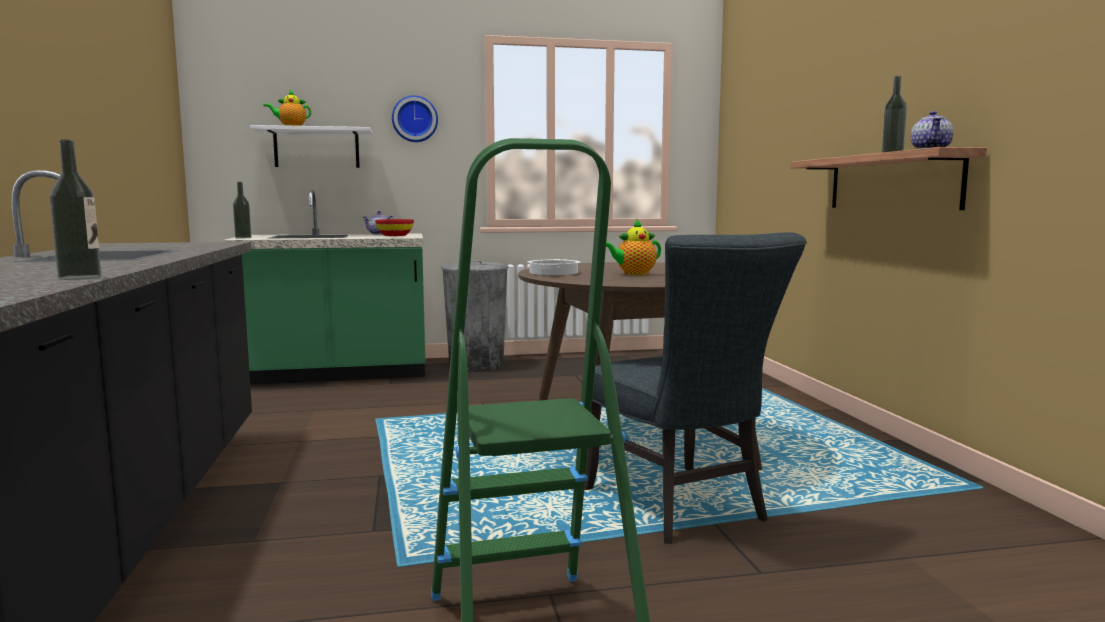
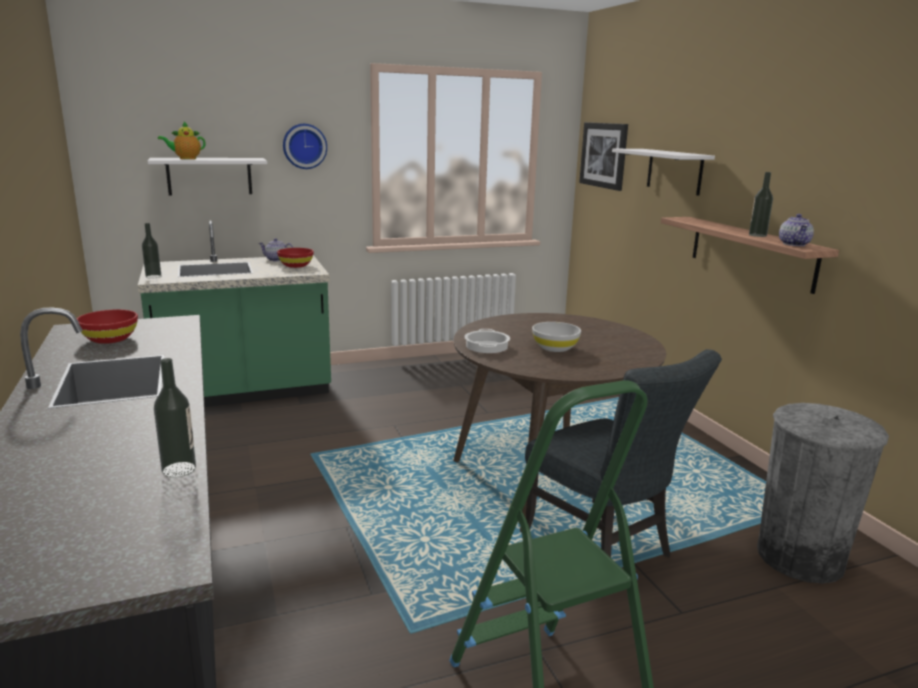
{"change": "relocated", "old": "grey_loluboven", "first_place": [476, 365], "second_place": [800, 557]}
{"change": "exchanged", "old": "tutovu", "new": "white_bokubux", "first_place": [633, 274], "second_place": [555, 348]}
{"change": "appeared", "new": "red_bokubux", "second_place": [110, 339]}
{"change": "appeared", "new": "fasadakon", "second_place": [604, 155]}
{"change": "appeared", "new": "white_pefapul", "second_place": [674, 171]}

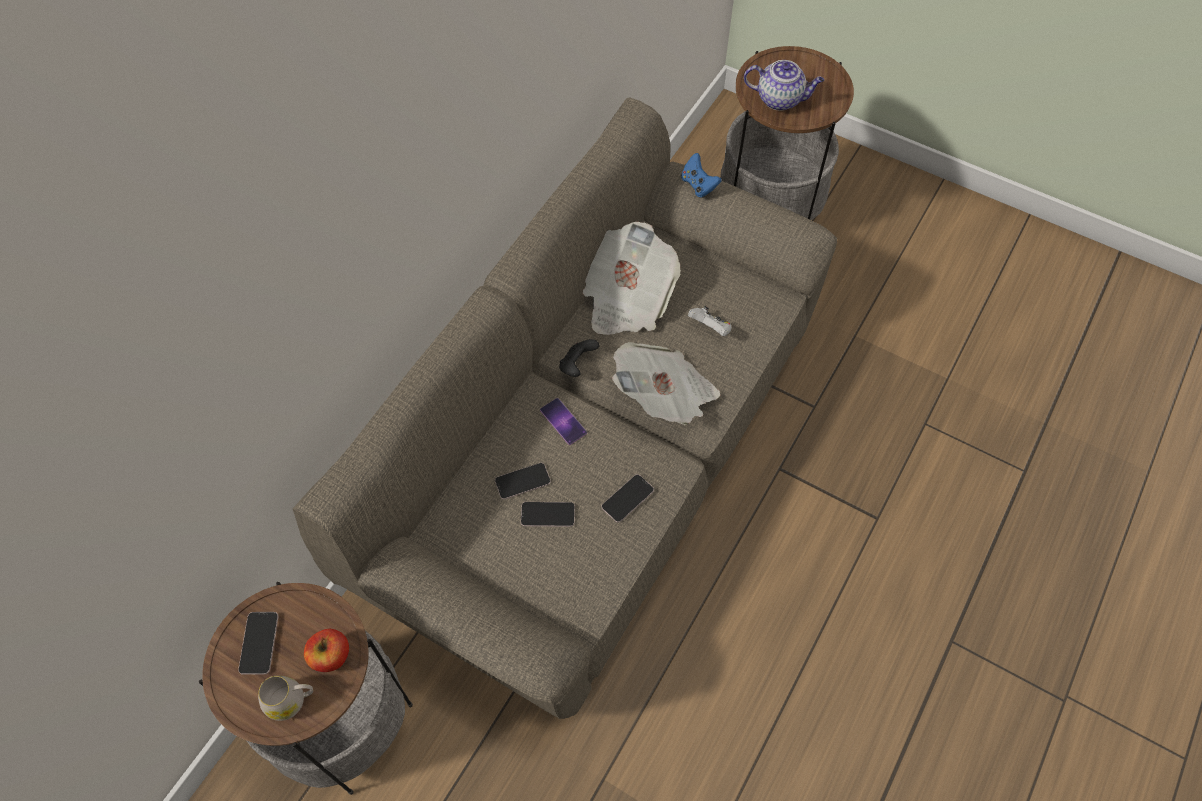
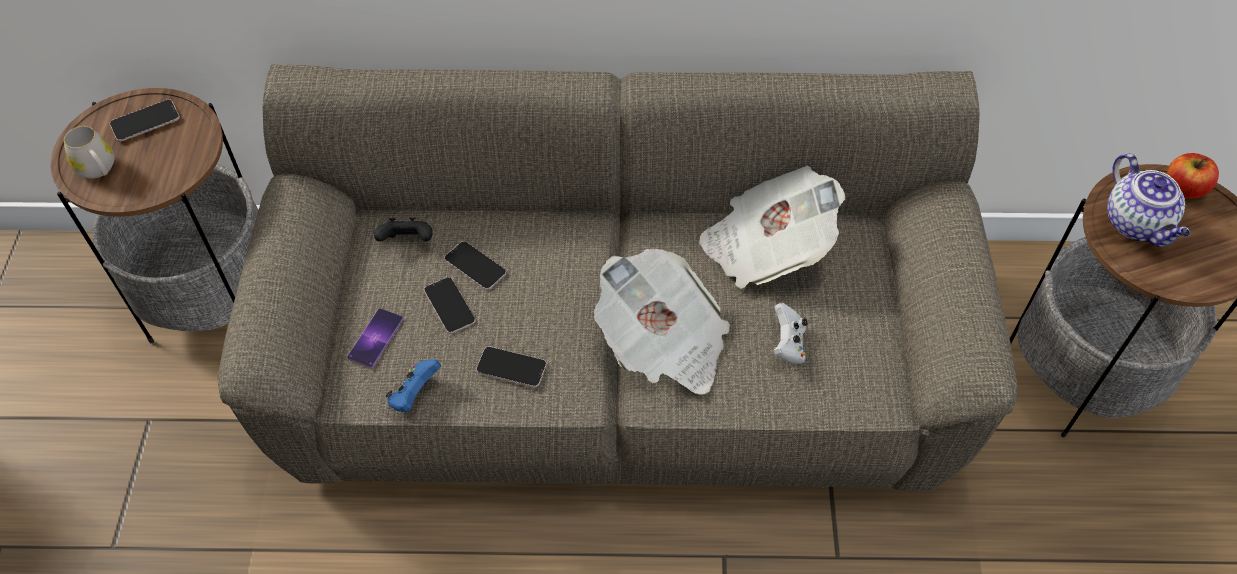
{"change": "relocated", "old": "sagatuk", "first_place": [331, 656], "second_place": [1183, 189]}
{"change": "relocated", "old": "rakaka", "first_place": [563, 421], "second_place": [375, 338]}
{"change": "relocated", "old": "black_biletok", "first_place": [577, 365], "second_place": [408, 242]}
{"change": "relocated", "old": "blue_biletok", "first_place": [698, 185], "second_place": [414, 395]}

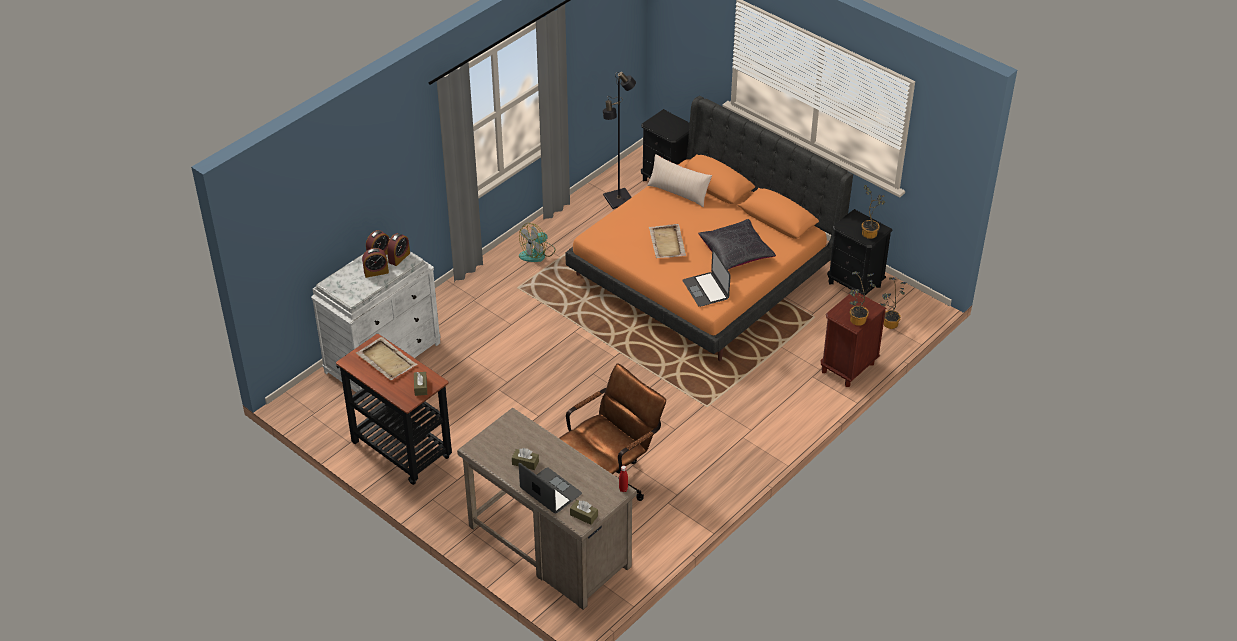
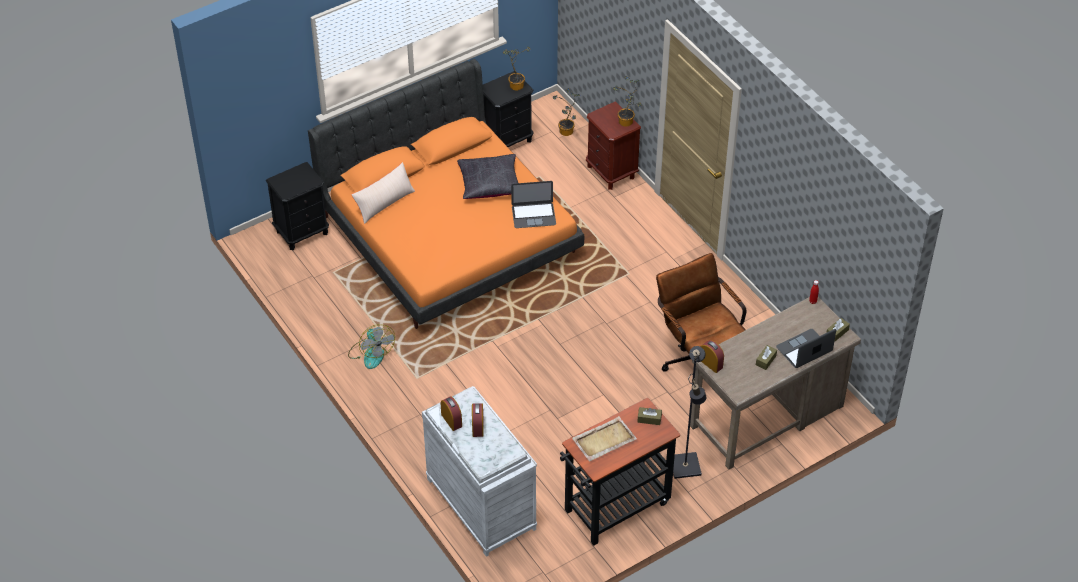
{"change": "relocated", "old": "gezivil", "first_place": [399, 257], "second_place": [710, 363]}
{"change": "relocated", "old": "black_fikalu", "first_place": [618, 199], "second_place": [685, 466]}
{"change": "missing", "old": "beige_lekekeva", "first_place": [667, 243]}

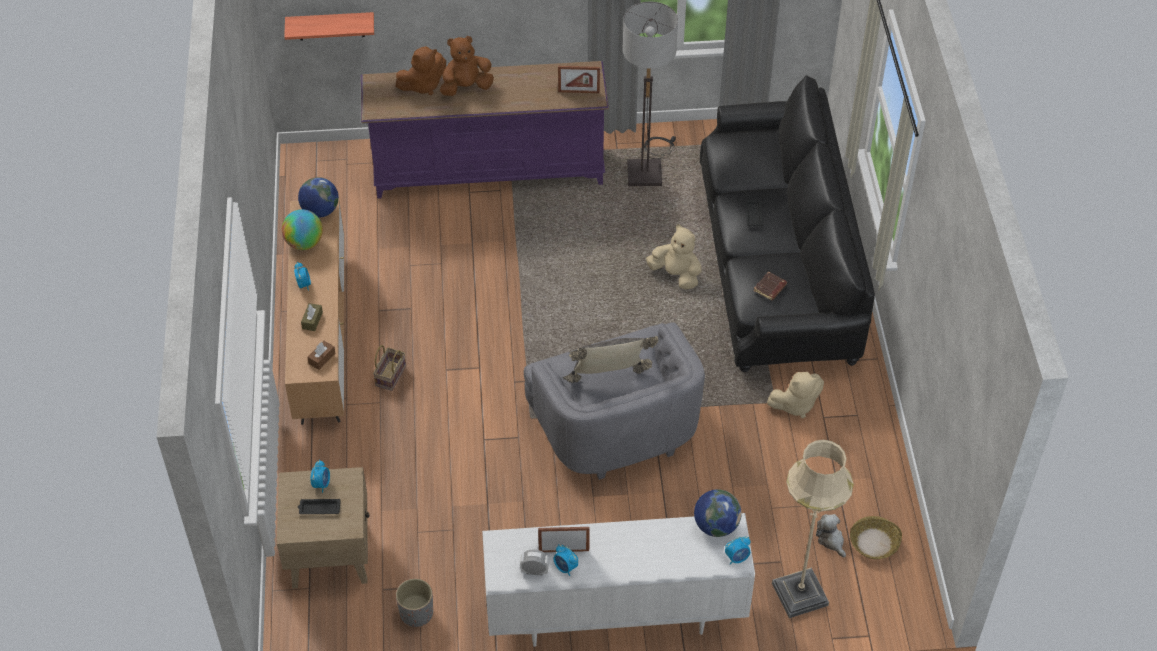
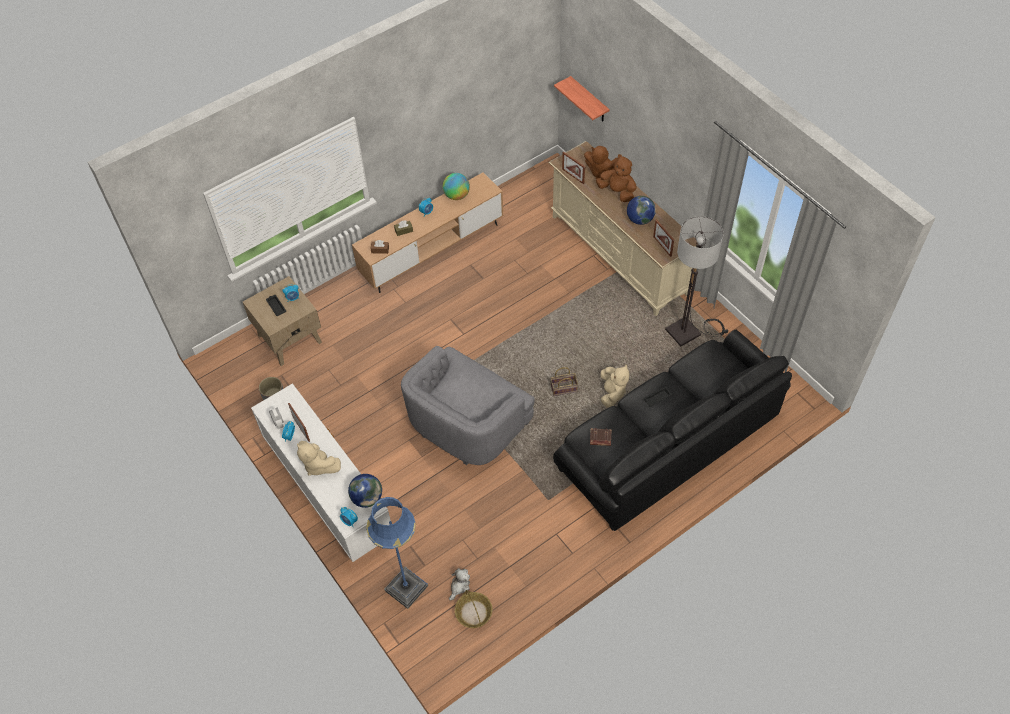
{"change": "relocated", "old": "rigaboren", "first_place": [320, 211], "second_place": [640, 219]}
{"change": "colour", "old": "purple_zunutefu", "new": "beige_zunutefu", "first_place": [489, 171], "second_place": [617, 255]}
{"change": "relocated", "old": "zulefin", "first_place": [390, 374], "second_place": [564, 388]}
{"change": "missing", "old": "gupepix", "first_place": [610, 387]}
{"change": "relocated", "old": "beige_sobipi", "first_place": [795, 404], "second_place": [318, 465]}
{"change": "colour", "old": "beige_fikalu", "new": "blue_fikalu", "first_place": [800, 594], "second_place": [406, 588]}
{"change": "appeared", "new": "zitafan", "second_place": [573, 176]}

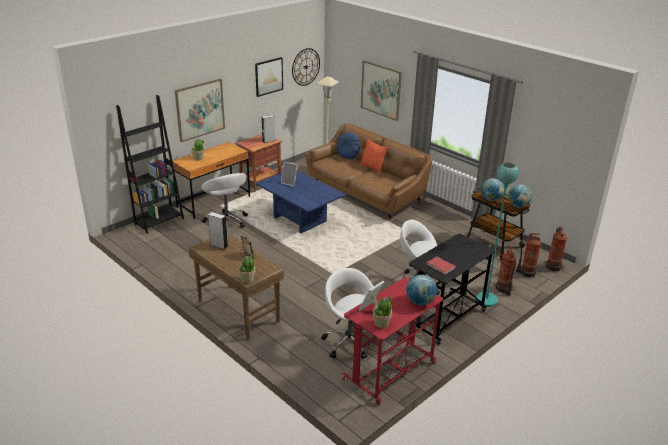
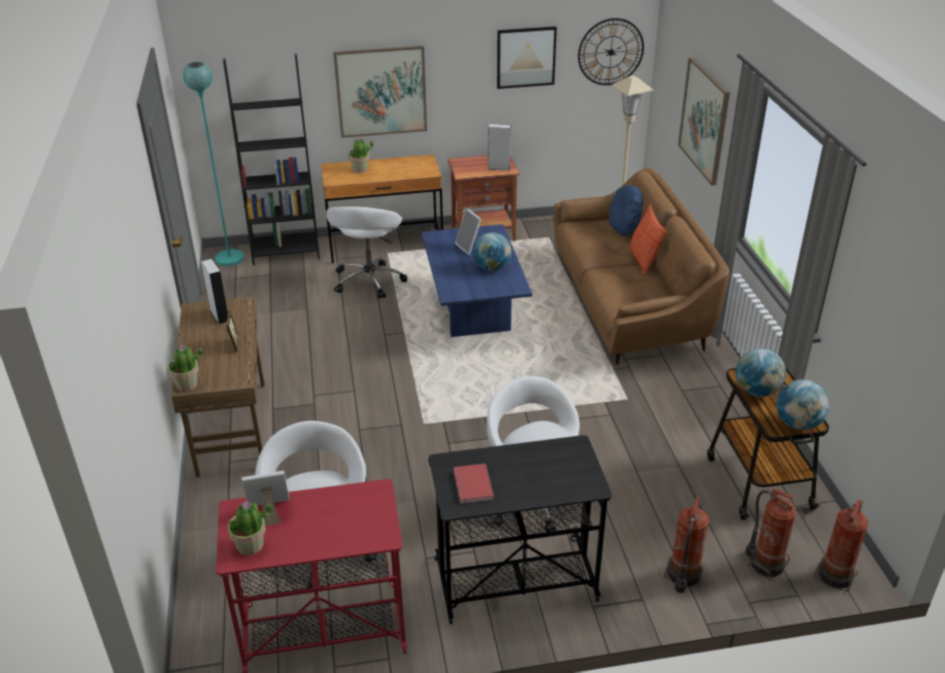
{"change": "relocated", "old": "rigaboren", "first_place": [420, 302], "second_place": [492, 268]}
{"change": "relocated", "old": "turquoise_fikalu", "first_place": [486, 300], "second_place": [229, 259]}

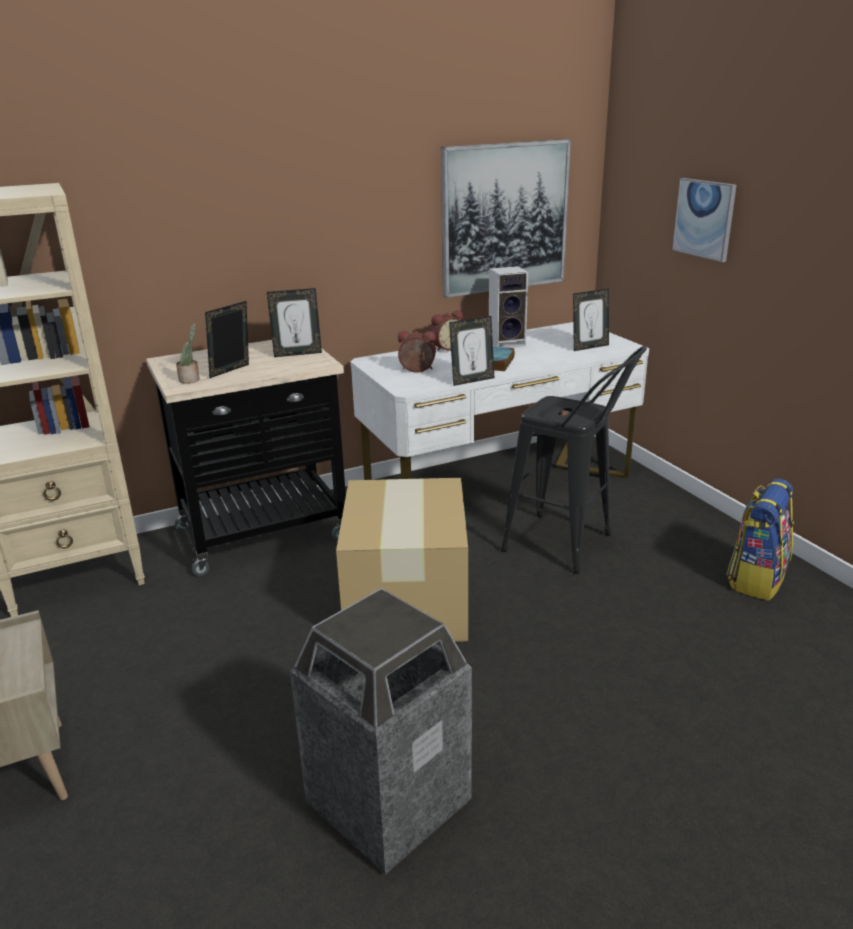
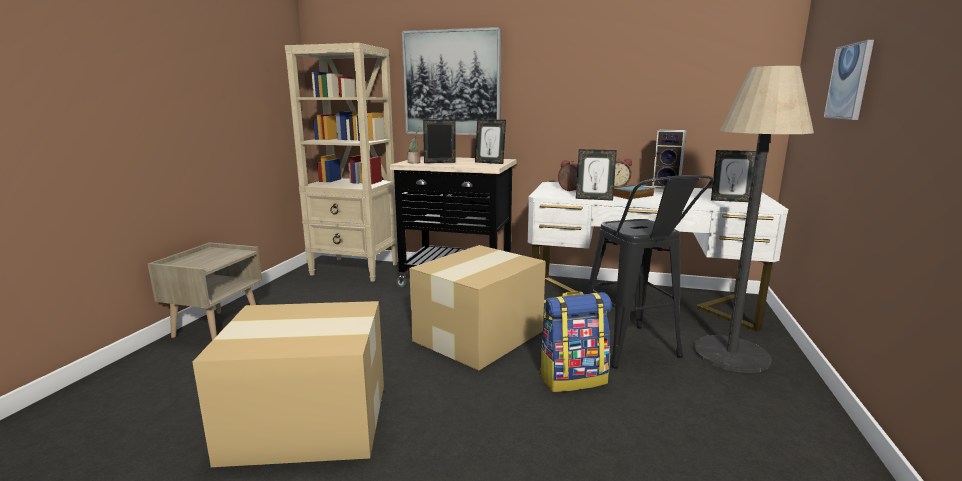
{"change": "exchanged", "old": "loluboven", "new": "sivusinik", "first_place": [387, 804], "second_place": [306, 421]}
{"change": "relocated", "old": "fasadakon", "first_place": [504, 218], "second_place": [452, 83]}
{"change": "relocated", "old": "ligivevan", "first_place": [756, 579], "second_place": [573, 378]}
{"change": "appeared", "new": "fikalu", "second_place": [731, 354]}

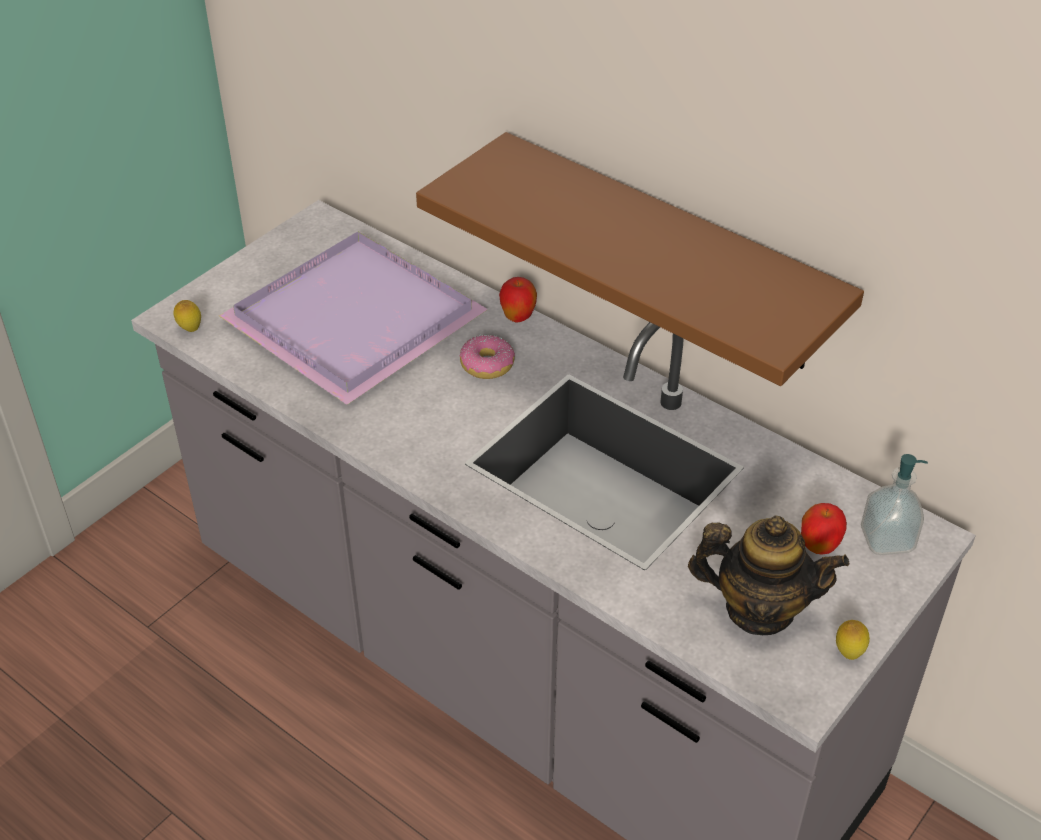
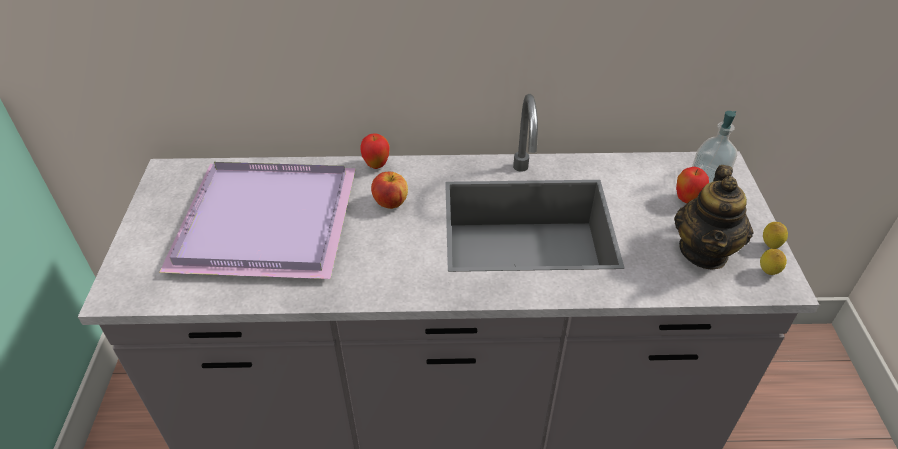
{"change": "relocated", "old": "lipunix", "first_place": [190, 329], "second_place": [767, 273]}
{"change": "missing", "old": "brown_pefapul", "first_place": [668, 254]}
{"change": "exchanged", "old": "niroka", "new": "sagatuk", "first_place": [487, 365], "second_place": [390, 202]}
{"change": "spun", "old": "tutovu", "first_place": [759, 609], "second_place": [704, 251], "degrees": 135}

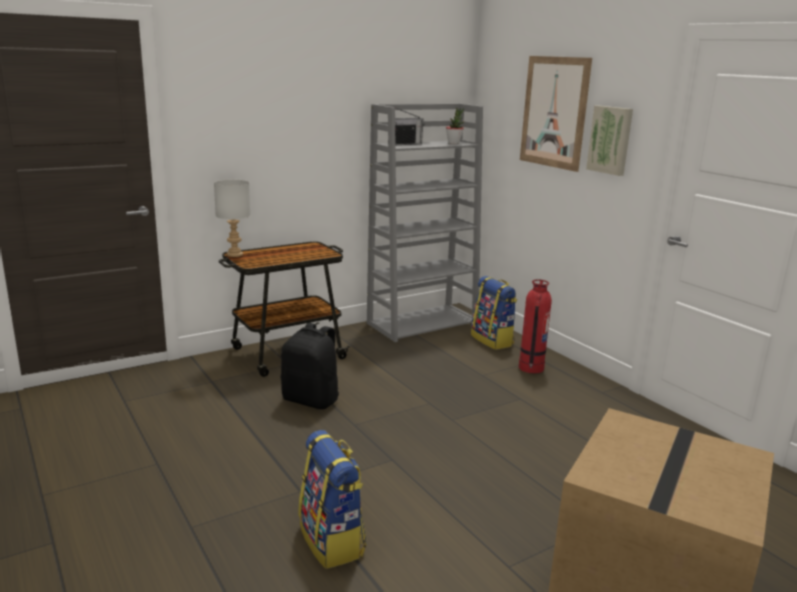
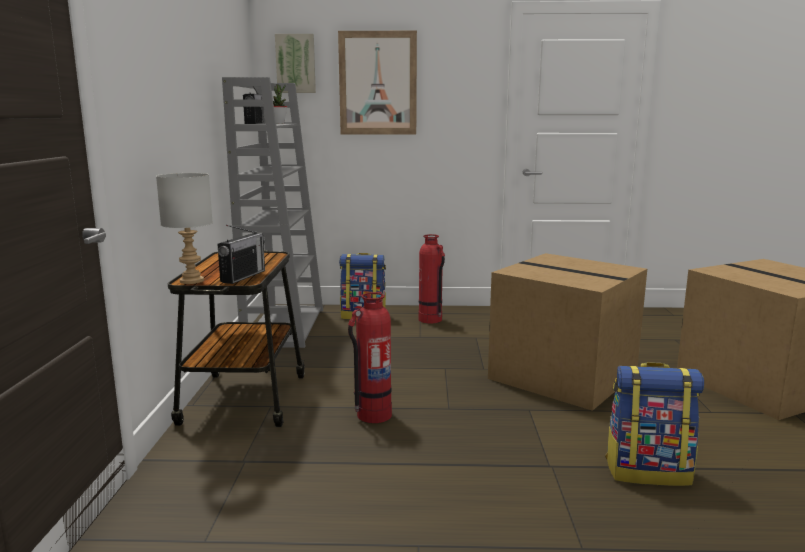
{"change": "exchanged", "old": "black_ligivevan", "new": "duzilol", "first_place": [312, 400], "second_place": [373, 415]}
{"change": "relocated", "old": "fasadakon", "first_place": [610, 140], "second_place": [296, 63]}
{"change": "appeared", "new": "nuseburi", "second_place": [243, 276]}
{"change": "appeared", "new": "sivusinik", "second_place": [565, 375]}

